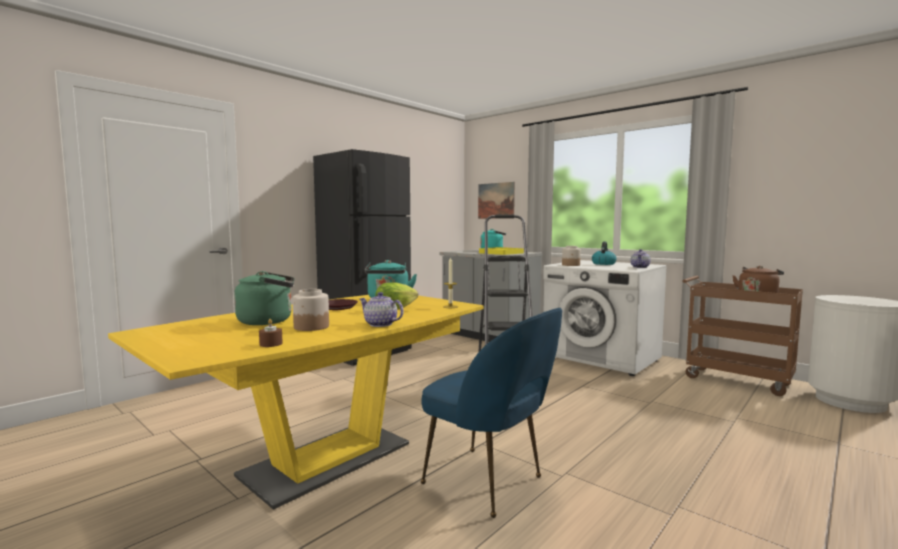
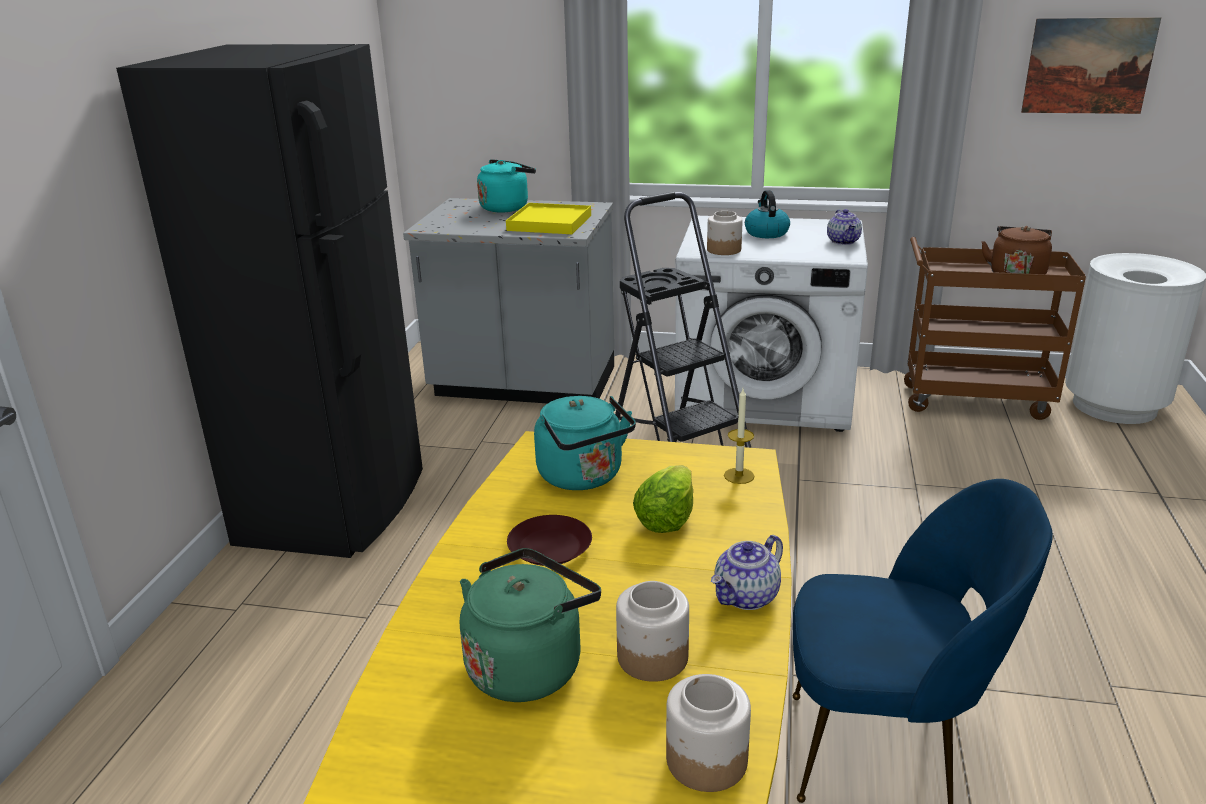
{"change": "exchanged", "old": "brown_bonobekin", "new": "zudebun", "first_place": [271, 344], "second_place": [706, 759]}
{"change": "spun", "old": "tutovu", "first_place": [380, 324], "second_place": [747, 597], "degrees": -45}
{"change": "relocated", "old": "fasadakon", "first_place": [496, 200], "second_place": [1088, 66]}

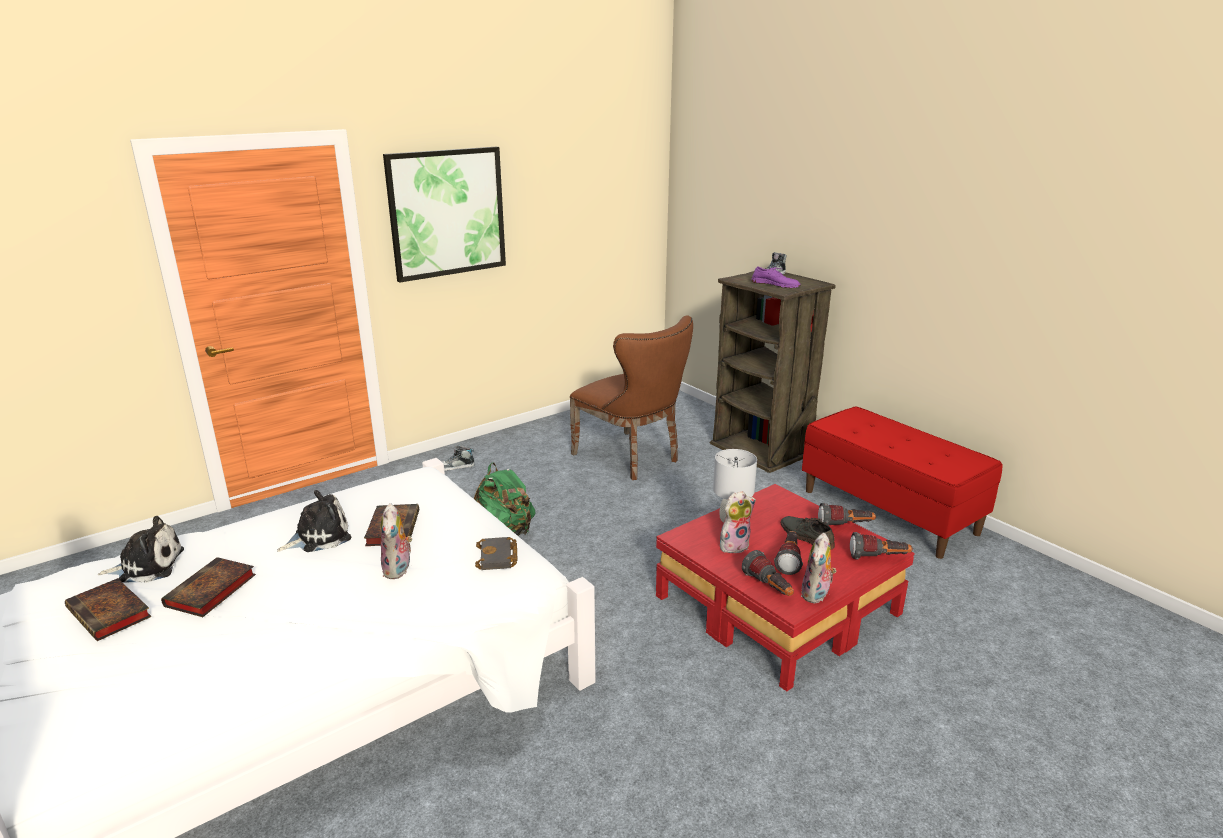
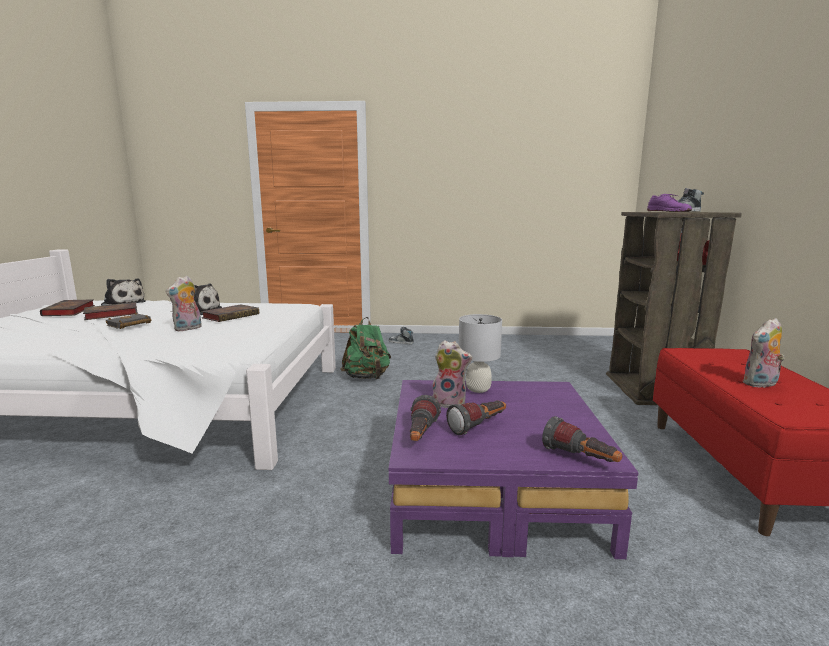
{"change": "missing", "old": "fasadakon", "first_place": [447, 213]}
{"change": "relocated", "old": "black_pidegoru", "first_place": [498, 558], "second_place": [129, 324]}
{"change": "missing", "old": "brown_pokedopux", "first_place": [632, 458]}
{"change": "colour", "old": "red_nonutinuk", "new": "purple_nonutinuk", "first_place": [776, 603], "second_place": [494, 488]}
{"change": "missing", "old": "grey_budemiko", "first_place": [805, 536]}
{"change": "relocated", "old": "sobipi", "first_place": [816, 595], "second_place": [761, 384]}
{"change": "missing", "old": "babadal", "first_place": [845, 526]}

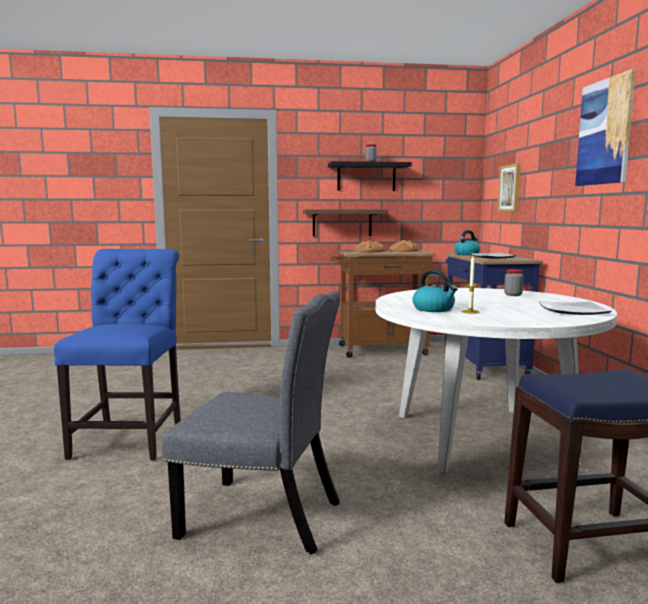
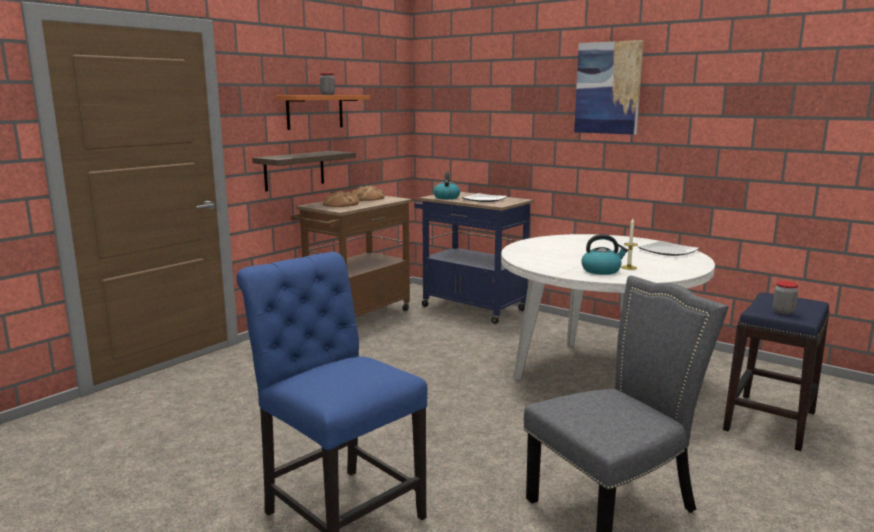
{"change": "colour", "old": "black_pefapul", "new": "orange_pefapul", "first_place": [366, 177], "second_place": [315, 111]}
{"change": "missing", "old": "fasadakon", "first_place": [510, 188]}
{"change": "relocated", "old": "zudebun", "first_place": [513, 295], "second_place": [783, 312]}

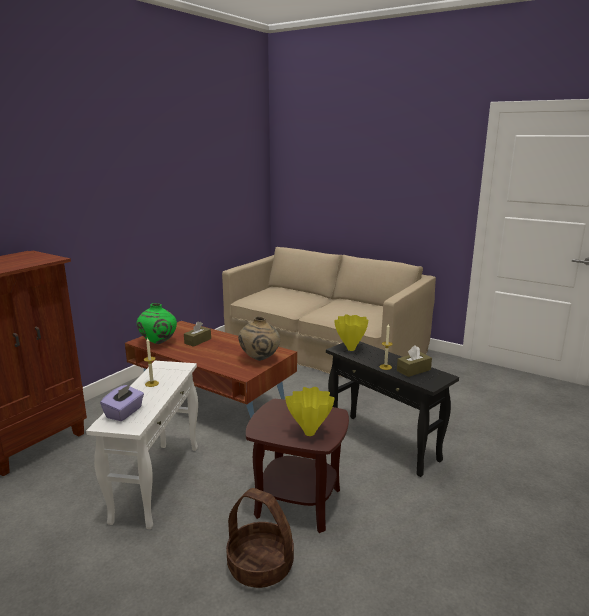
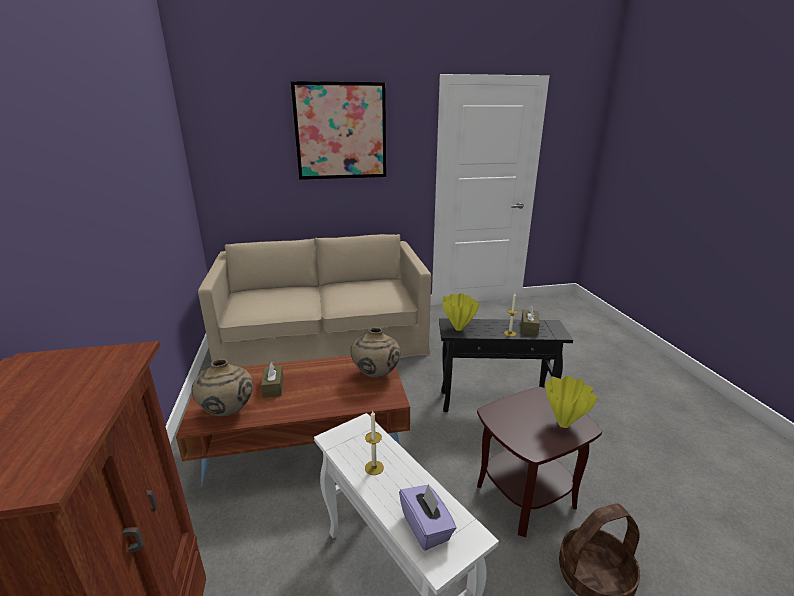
{"change": "colour", "old": "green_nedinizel", "new": "beige_nedinizel", "first_place": [158, 343], "second_place": [227, 413]}
{"change": "appeared", "new": "fasadakon", "second_place": [341, 131]}

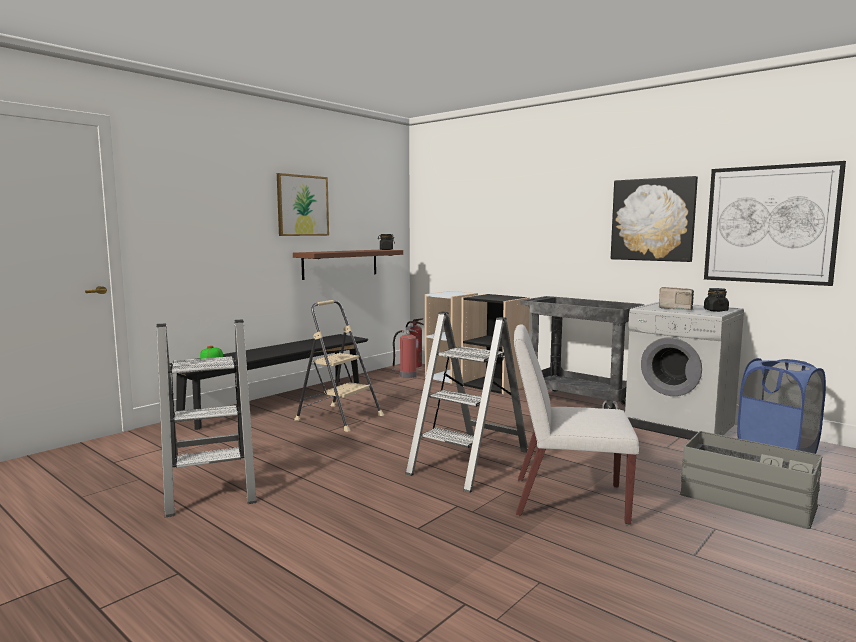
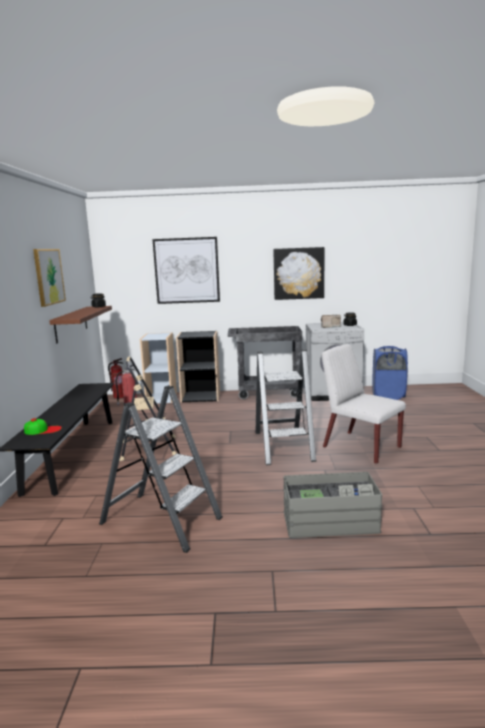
{"change": "spun", "old": "white_pokedopux", "first_place": [567, 500], "second_place": [360, 447], "degrees": 75}
{"change": "relocated", "old": "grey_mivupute", "first_place": [747, 499], "second_place": [330, 520]}
{"change": "relocated", "old": "fasadakon", "first_place": [770, 224], "second_place": [187, 270]}

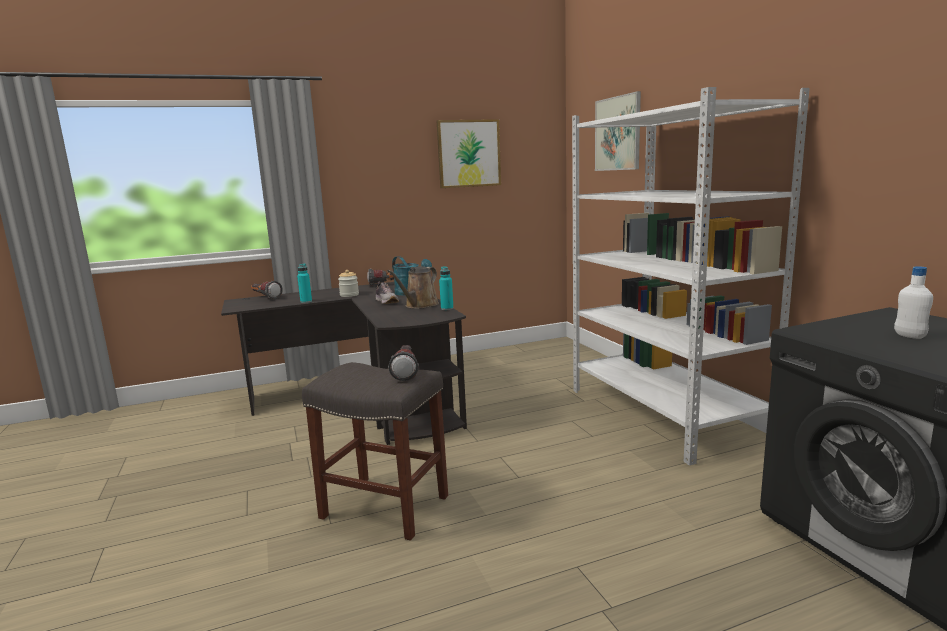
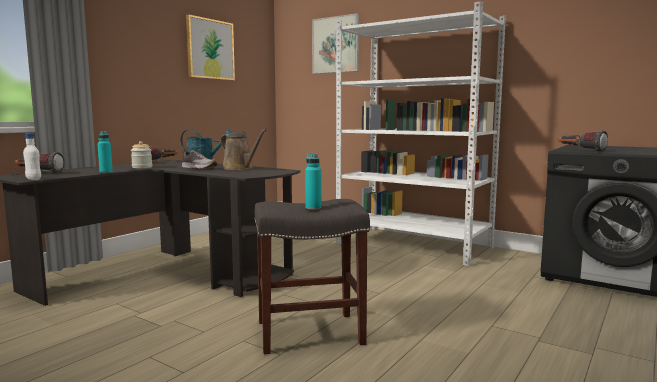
{"change": "spun", "old": "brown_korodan", "first_place": [419, 305], "second_place": [240, 168], "degrees": -45}
{"change": "relocated", "old": "babadal", "first_place": [406, 371], "second_place": [580, 151]}
{"change": "relocated", "old": "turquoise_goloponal", "first_place": [447, 308], "second_place": [313, 208]}
{"change": "relocated", "old": "white_goloponal", "first_place": [909, 336], "second_place": [33, 179]}

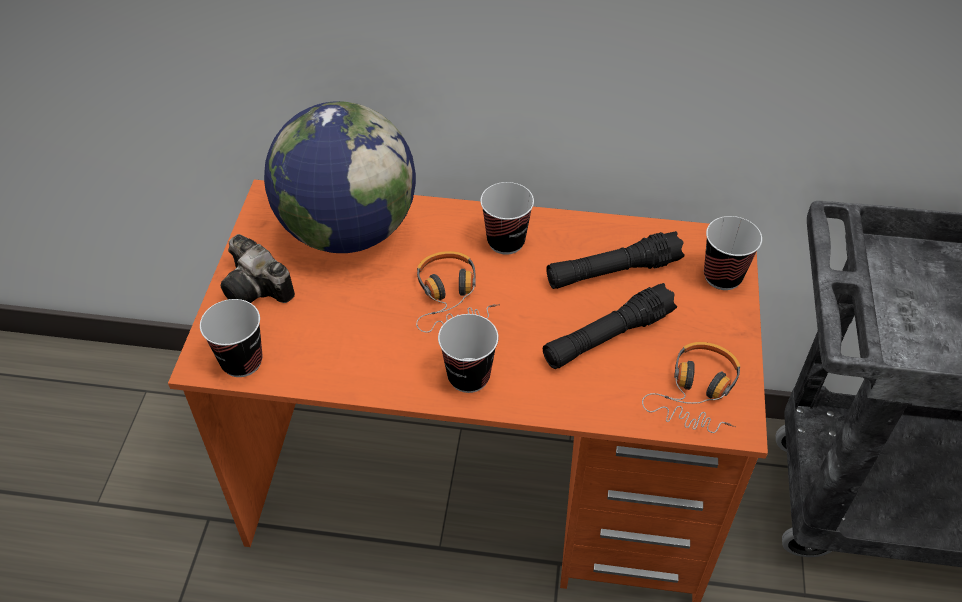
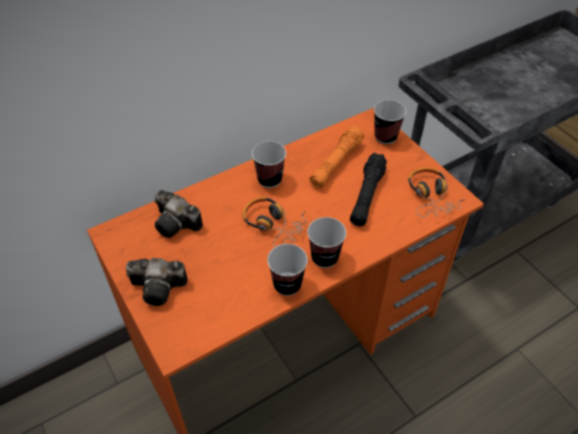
{"change": "relocated", "old": "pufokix", "first_place": [242, 361], "second_place": [287, 284]}
{"change": "exchanged", "old": "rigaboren", "new": "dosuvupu", "first_place": [348, 231], "second_place": [178, 224]}
{"change": "colour", "old": "black_babadal", "new": "orange_babadal", "first_place": [612, 272], "second_place": [336, 163]}

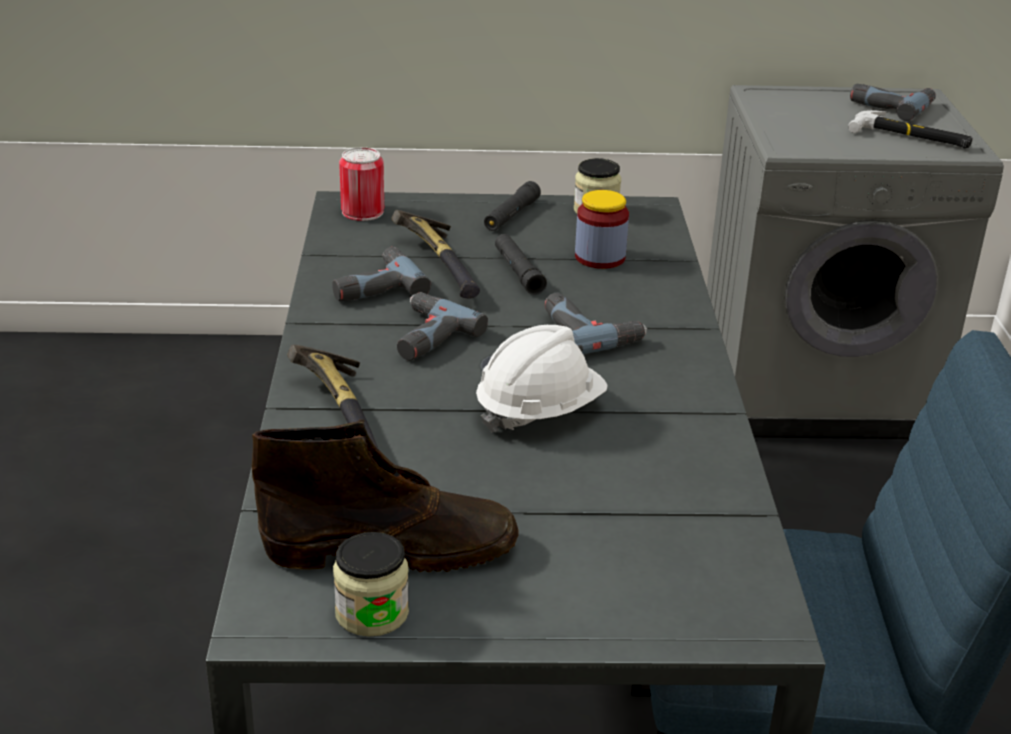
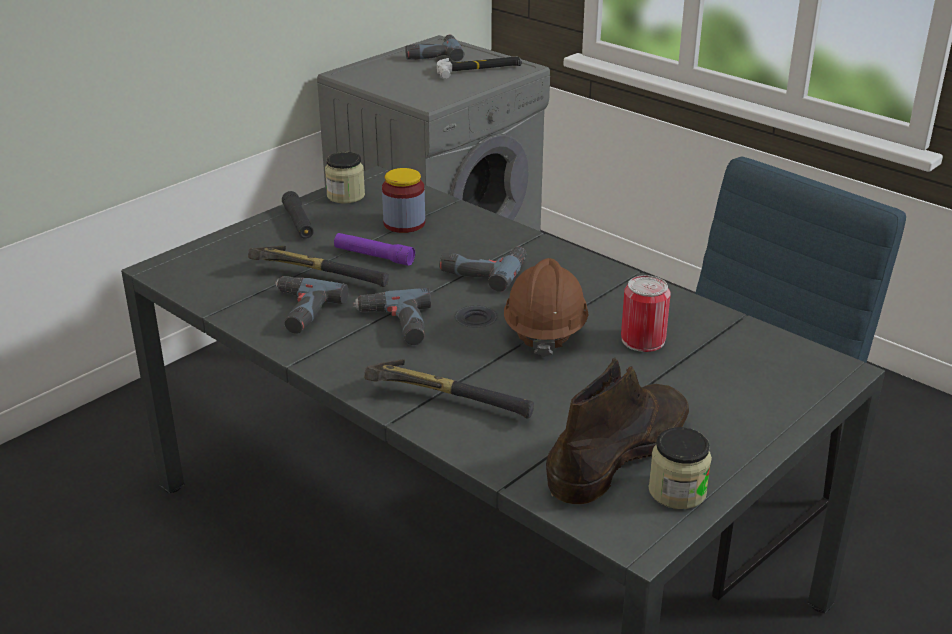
{"change": "relocated", "old": "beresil", "first_place": [362, 212], "second_place": [643, 340]}
{"change": "colour", "old": "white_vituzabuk", "new": "brown_vituzabuk", "first_place": [539, 411], "second_place": [545, 330]}
{"change": "colour", "old": "black_babadal", "new": "purple_babadal", "first_place": [518, 272], "second_place": [374, 256]}

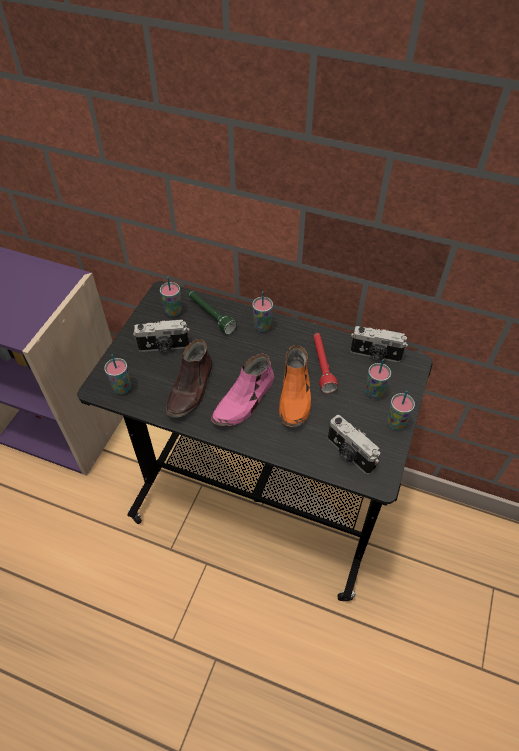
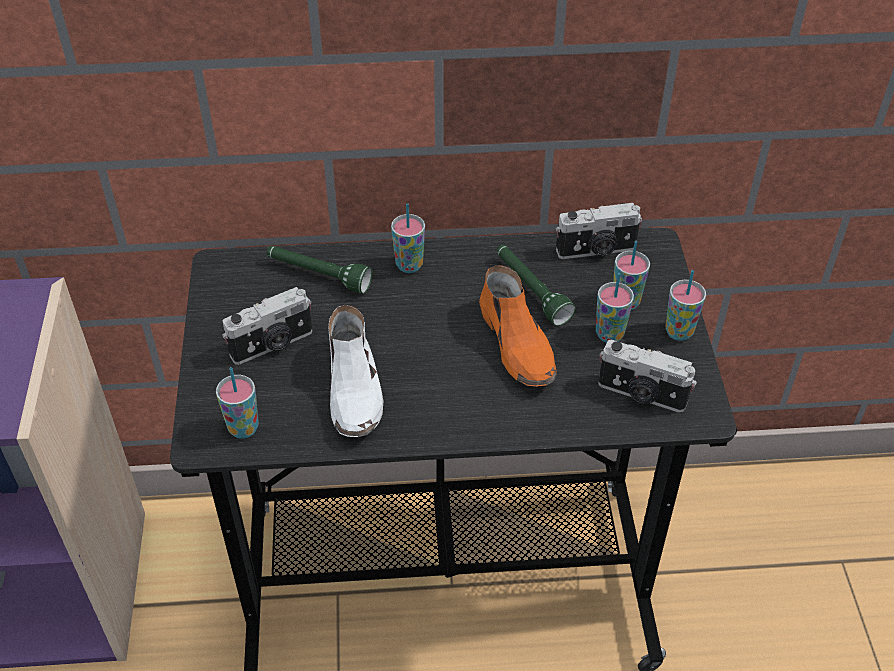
{"change": "relocated", "old": "pufokix", "first_place": [173, 312], "second_place": [609, 334]}
{"change": "colour", "old": "brown_budemiko", "new": "white_budemiko", "first_place": [191, 388], "second_place": [355, 389]}
{"change": "missing", "old": "pink_budemiko", "first_place": [244, 400]}
{"change": "colour", "old": "red_babadal", "new": "green_babadal", "first_place": [322, 366], "second_place": [530, 290]}

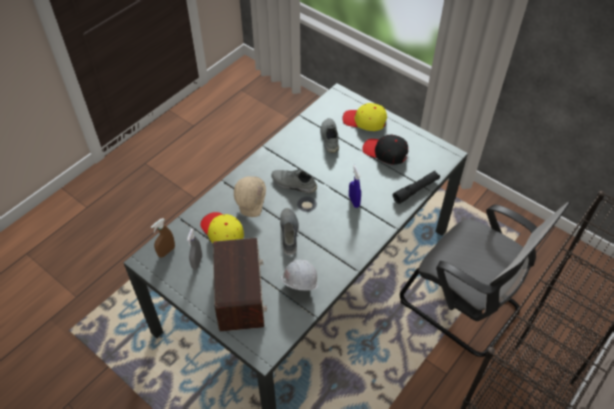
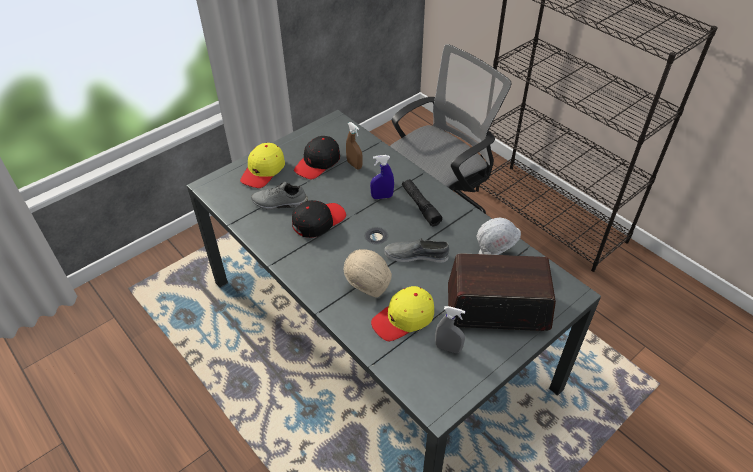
{"change": "relocated", "old": "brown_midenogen", "first_place": [166, 251], "second_place": [354, 165]}
{"change": "missing", "old": "grey_budemiko", "first_place": [293, 184]}
{"change": "relocated", "old": "black_babadal", "first_place": [416, 190], "second_place": [420, 206]}
{"change": "appeared", "new": "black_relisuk", "second_place": [318, 221]}

